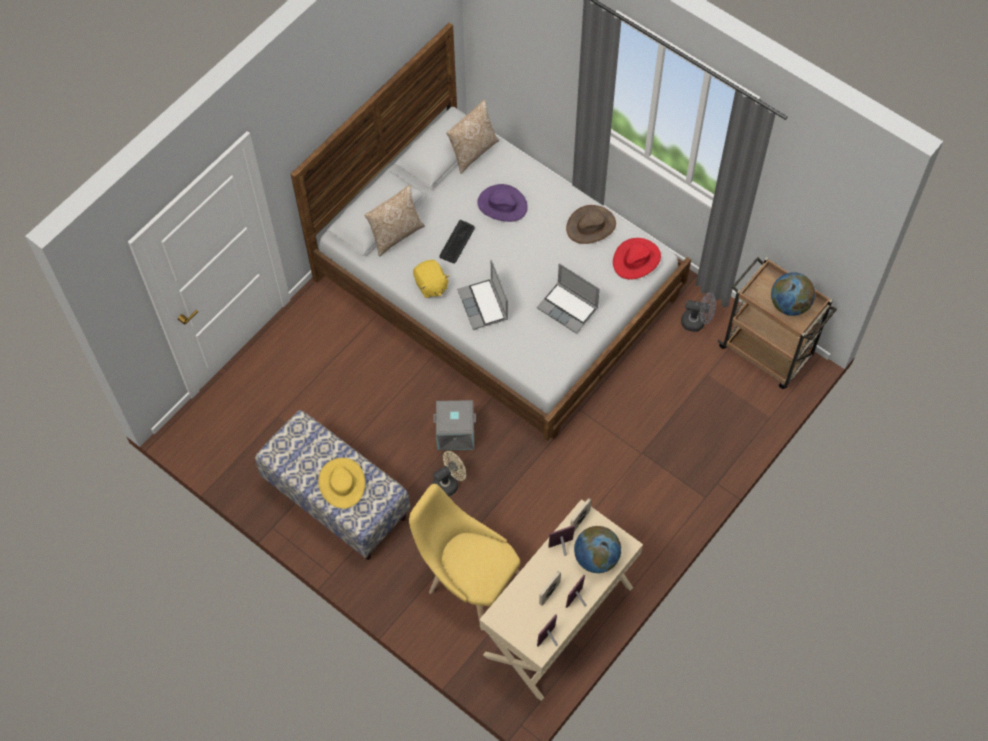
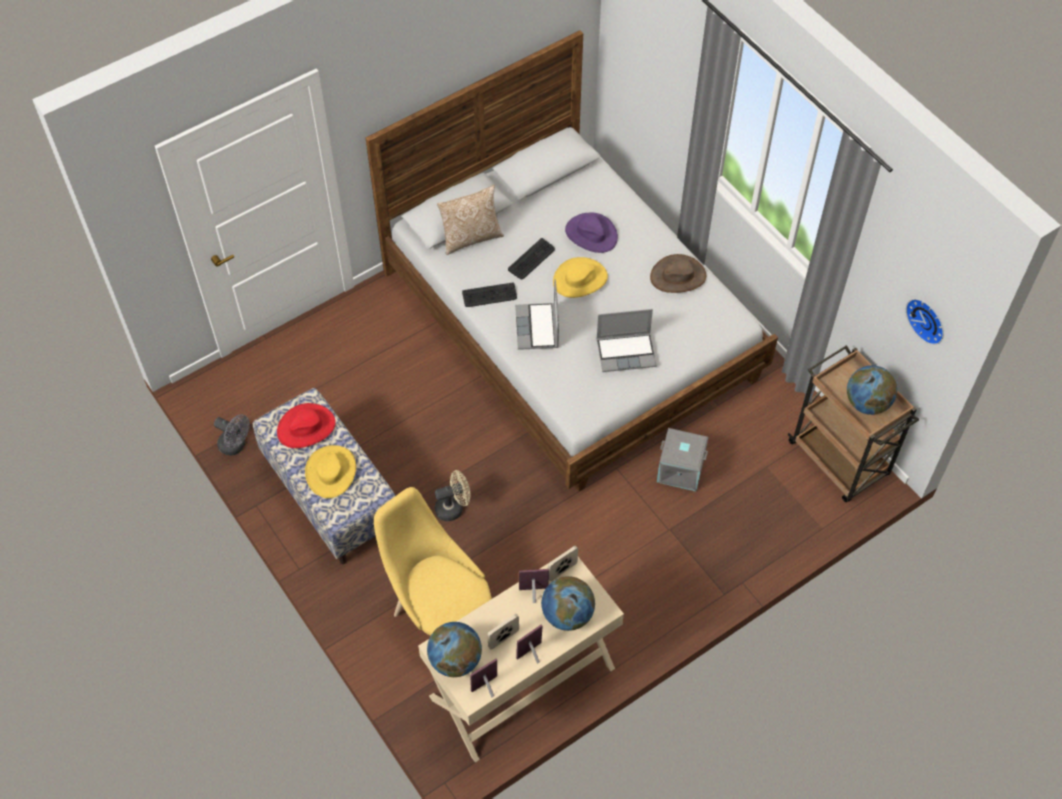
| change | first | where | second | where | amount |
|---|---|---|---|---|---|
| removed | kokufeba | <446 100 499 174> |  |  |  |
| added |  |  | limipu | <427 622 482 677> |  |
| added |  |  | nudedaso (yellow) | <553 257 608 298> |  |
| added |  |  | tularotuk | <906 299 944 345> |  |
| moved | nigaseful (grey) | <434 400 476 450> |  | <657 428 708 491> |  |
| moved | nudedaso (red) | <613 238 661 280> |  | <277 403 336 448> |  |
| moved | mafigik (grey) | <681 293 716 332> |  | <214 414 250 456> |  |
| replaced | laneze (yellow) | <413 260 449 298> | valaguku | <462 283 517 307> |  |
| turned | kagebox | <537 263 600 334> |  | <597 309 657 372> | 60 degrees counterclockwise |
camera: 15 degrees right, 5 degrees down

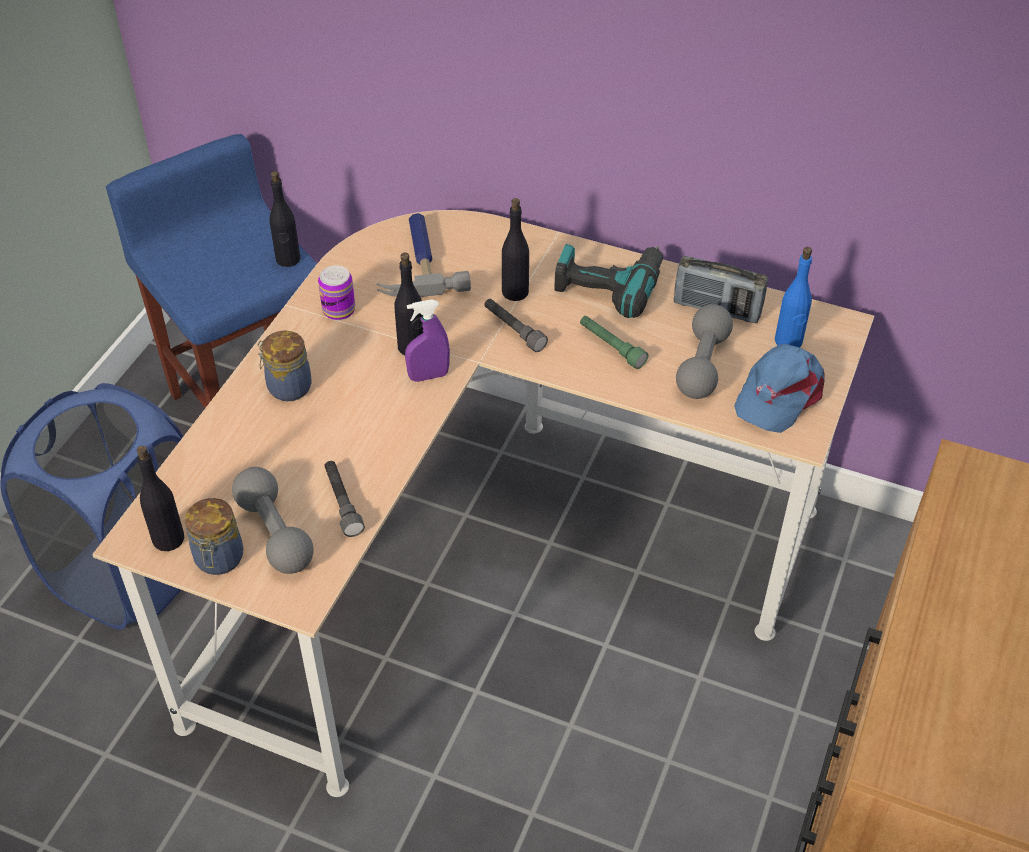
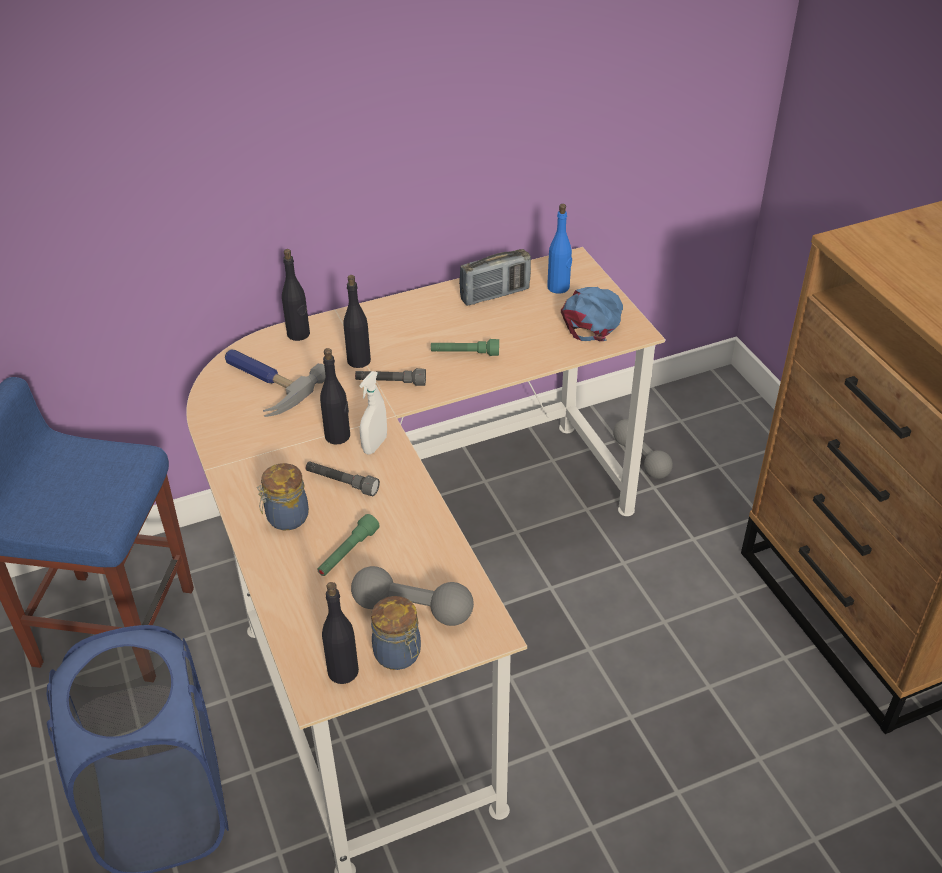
| change | first | where | second | where | amount |
|---|---|---|---|---|---|
| removed | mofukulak | <318 265 355 321> |  |  |  |
| removed | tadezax | <555 244 663 318> |  |  |  |
| added |  |  | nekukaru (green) | <317 514 379 576> |  |
| moved | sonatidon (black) | <269 171 300 267> |  | <282 249 310 341> |  |
| moved | nekukaru (grey) | <324 461 365 537> |  | <306 461 380 496> |  |
| moved | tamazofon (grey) | <676 304 733 399> |  | <613 419 673 479> |  |
| recoloured | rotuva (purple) | <405 299 450 382> | rotuva (white) | <359 371 387 455> |  |
| turned | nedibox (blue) | <734 344 825 433> |  | <561 287 623 341> | 150 degrees counterclockwise |
camera: 45 degrees left, 5 degrees down

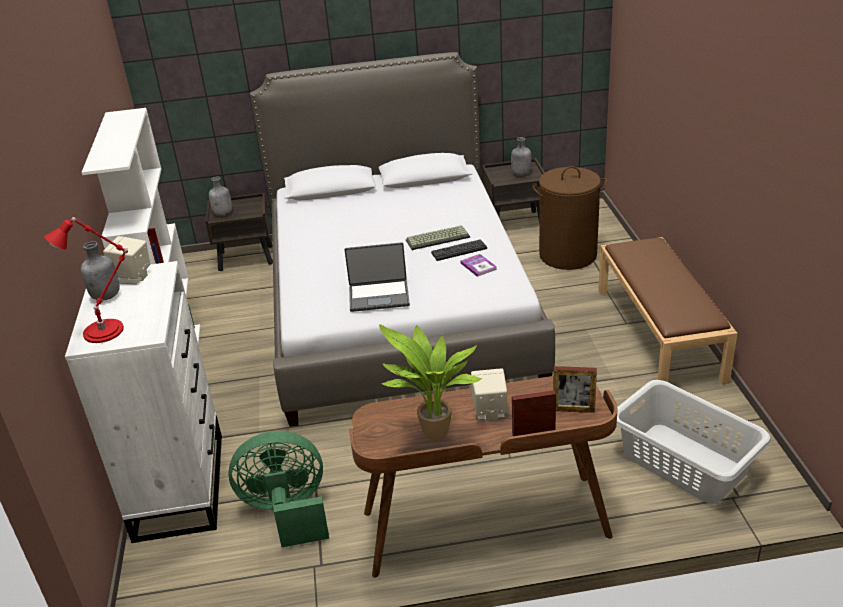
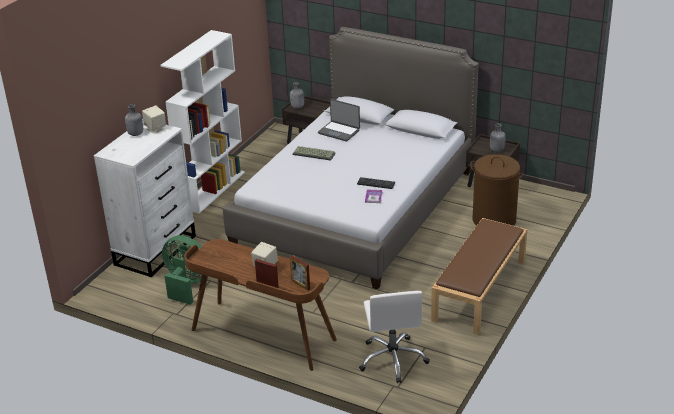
| change | first | where | second | where | amount |
|---|---|---|---|---|---|
| removed | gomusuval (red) | <44 217 128 343> |  |  |  |
| removed | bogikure | <379 324 482 441> |  |  |  |
| moved | kagebox | <344 242 410 312> |  | <318 99 360 142> |  |
| moved | valaguku | <406 225 470 250> |  | <293 146 336 160> |  |
| replaced | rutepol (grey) | <617 380 771 504> | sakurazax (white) | <359 291 430 383> |  |
camera: 35 degrees right, 0 degrees up

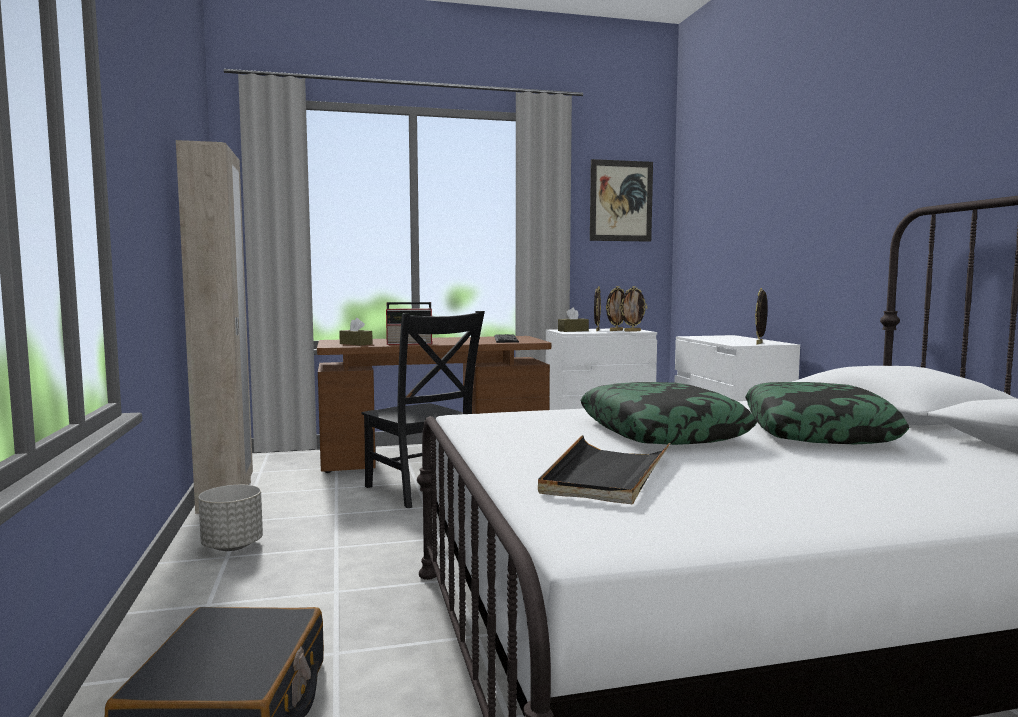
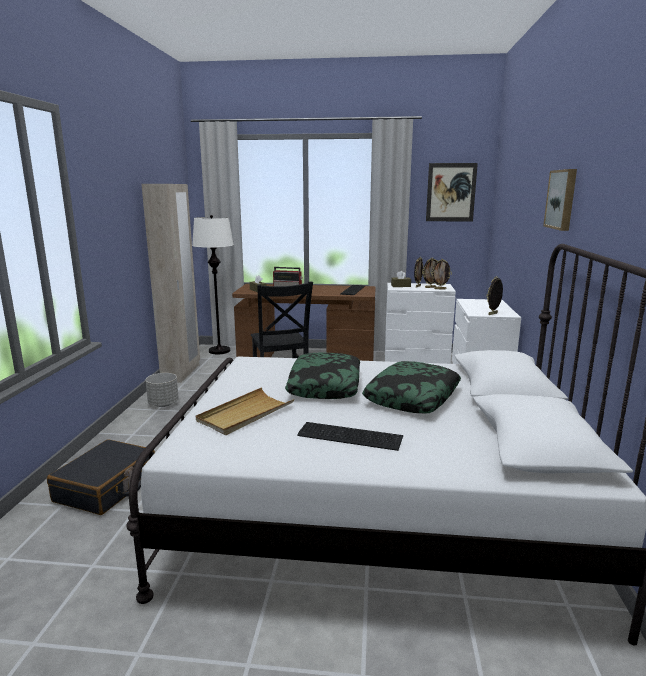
| change | first | where | second | where | amount |
|---|---|---|---|---|---|
| added |  |  | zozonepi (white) | <192 215 234 354> |  |
| added |  |  | valaguku | <297 422 403 451> |  |
| added |  |  | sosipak | <543 169 577 231> |  |
| recoloured | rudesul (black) | <538 435 670 504> | rudesul (beige) | <196 387 294 435> |  |
camera: 20 degrees right, 10 degrees up

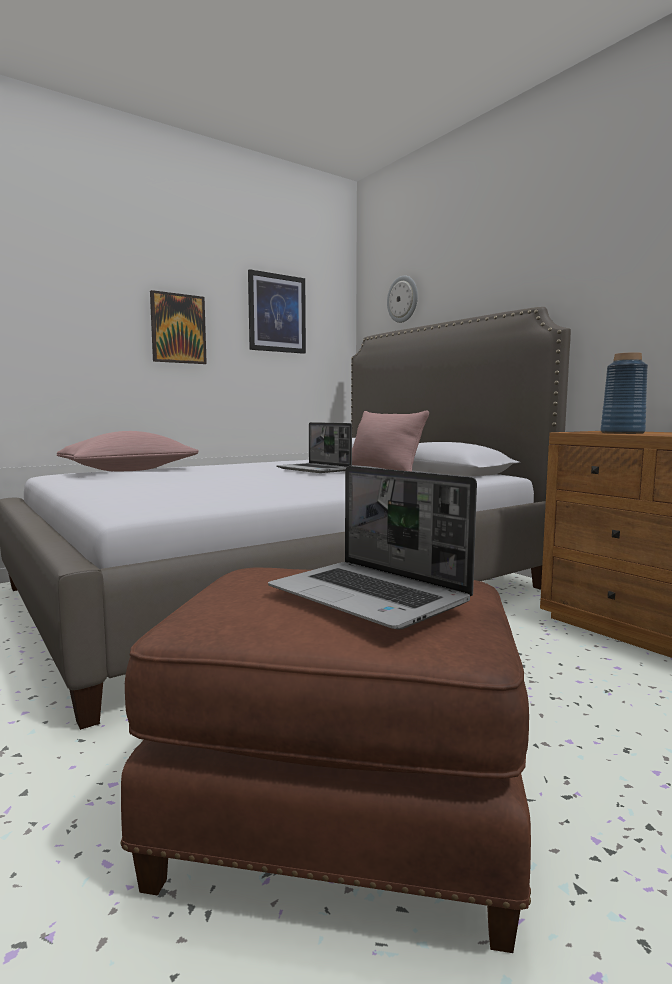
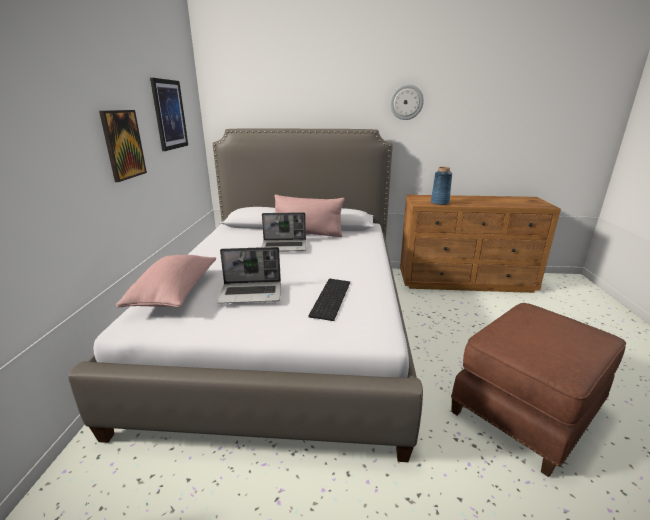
| change | first | where | second | where | amount |
|---|---|---|---|---|---|
| added |  |  | valaguku | <308 279 350 321> |  |
| moved | kagebox | <268 466 477 630> |  | <217 247 281 304> |  |
| moved | tularotuk | <387 275 418 323> |  | <390 84 424 120> |  |
camera: 50 degrees left, 15 degrees up

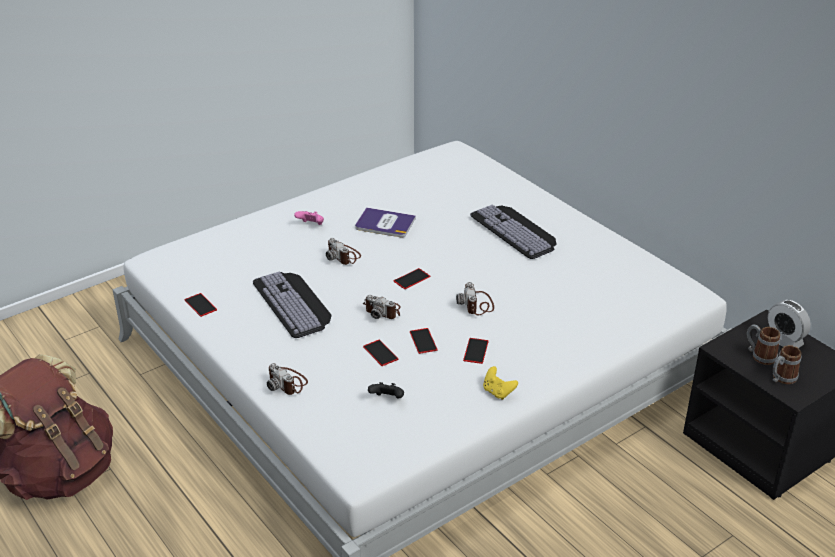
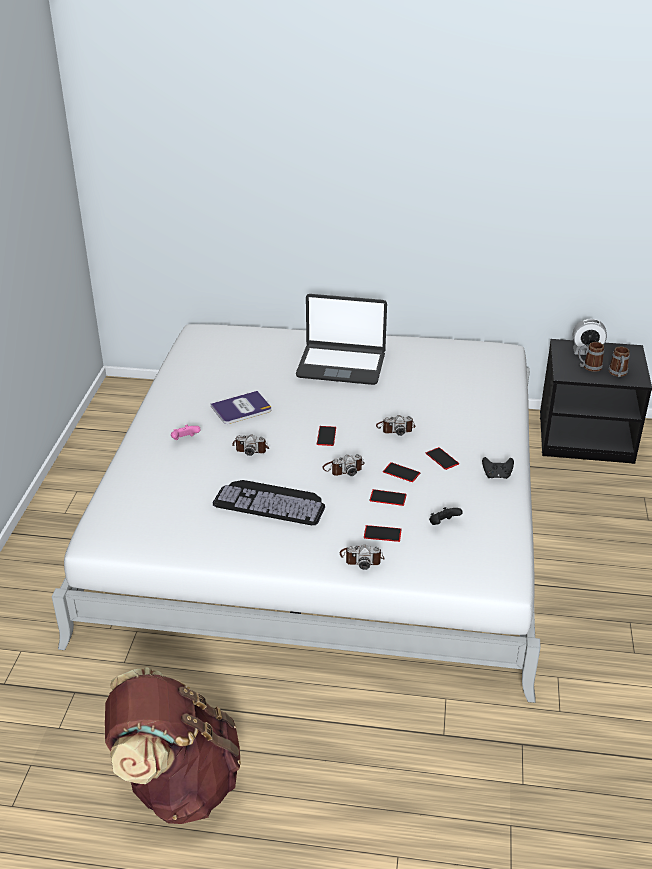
| change | first | where | second | where | amount |
|---|---|---|---|---|---|
| moved | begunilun | <185 293 217 317> |  | <364 525 402 542> |  |
| replaced | valaguku | <470 205 556 259> | kagebox | <296 294 387 385> |  |
| recoloured | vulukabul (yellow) | <483 366 518 400> | vulukabul (black) | <482 457 514 479> |  |
| turned | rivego | <456 282 494 315> |  | <376 415 415 436> | 45 degrees counterclockwise |
camera: 45 degrees left, 0 degrees up

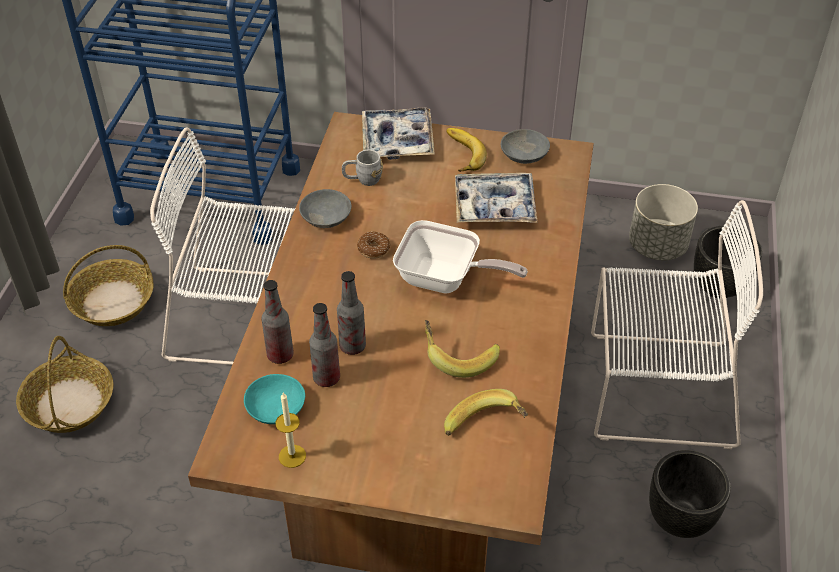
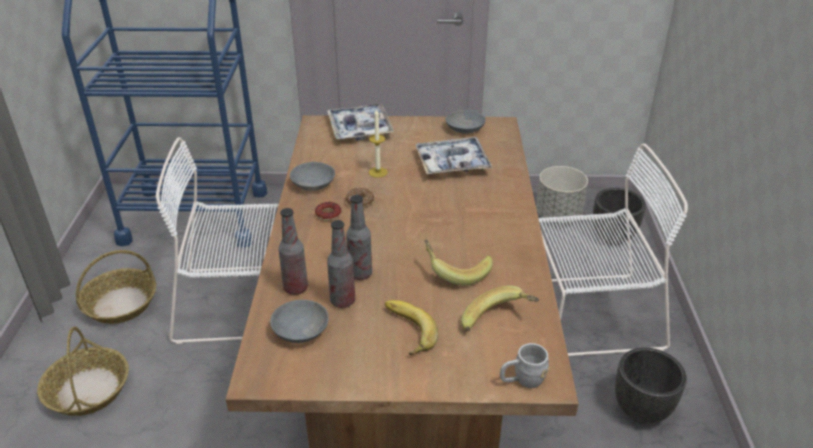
| change | first | where | second | where | amount |
|---|---|---|---|---|---|
| removed | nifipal | <393 220 528 294> |  |  |  |
| added |  |  | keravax | <315 202 341 221> |  |
| moved | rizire | <275 393 306 468> |  | <369 109 388 178> |  |
| moved | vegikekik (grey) | <342 150 383 186> |  | <500 343 549 388> |  |
| moved | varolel | <446 128 487 172> |  | <385 300 438 355> |  |
| recoloured | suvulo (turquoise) | <244 374 305 424> | suvulo (grey) | <270 300 329 343> |  |
camera: 10 degrees left, 10 degrees down

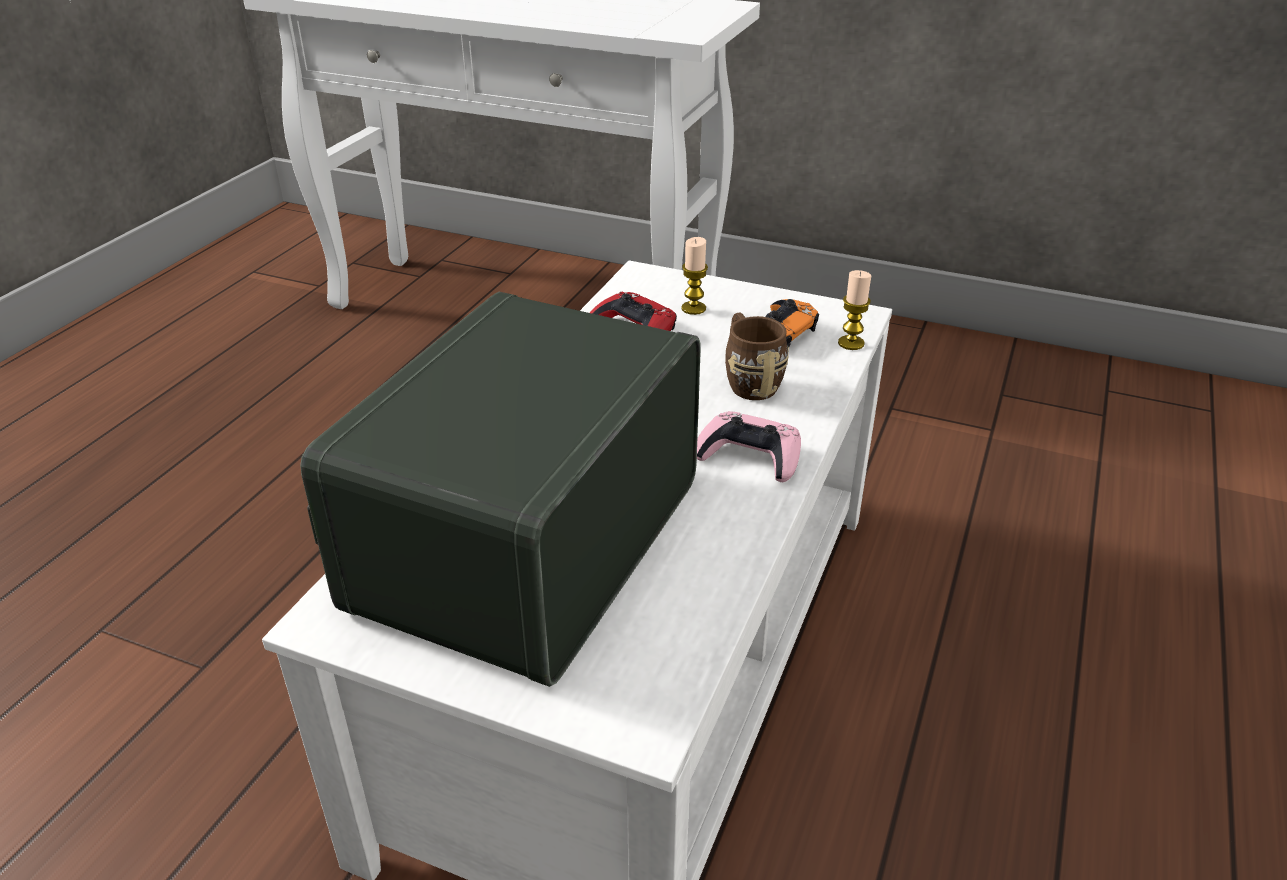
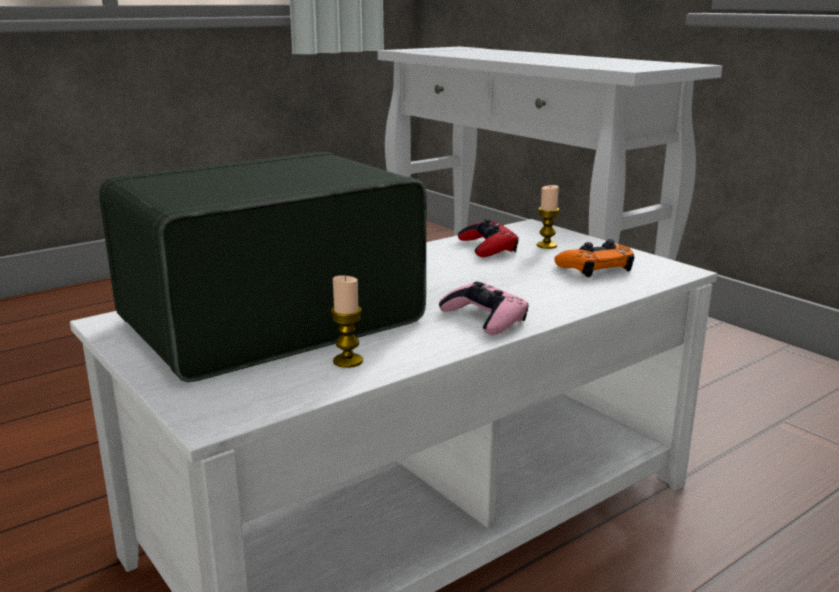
| change | first | where | second | where | amount |
|---|---|---|---|---|---|
| removed | vegikekik (brown) | <725 312 789 400> |  |  |  |
| moved | rizire | <838 270 871 350> |  | <331 275 363 368> |  |
camera: 30 degrees right, 15 degrees down

